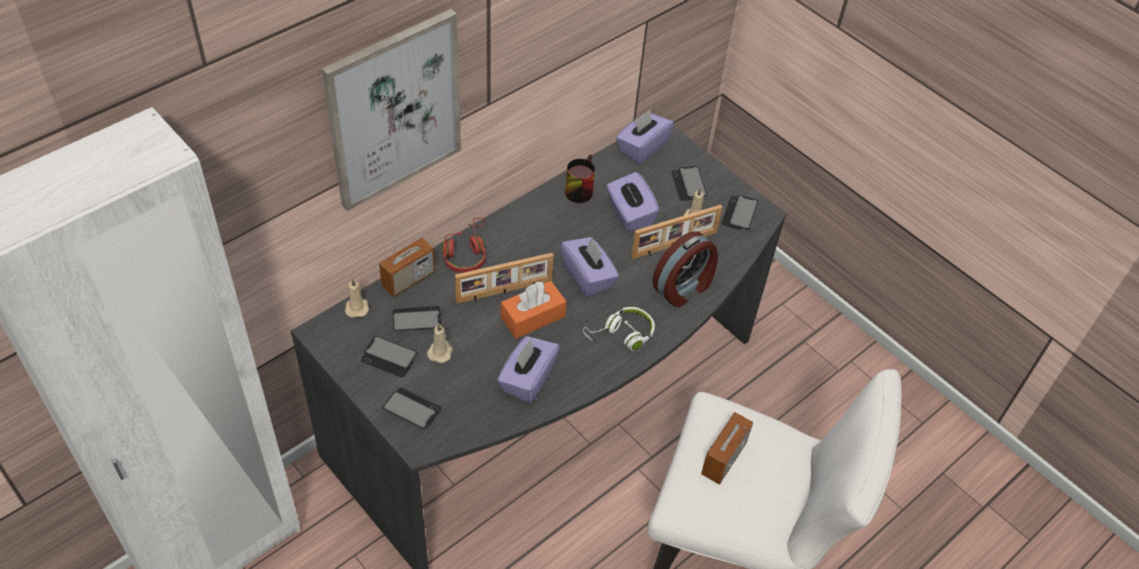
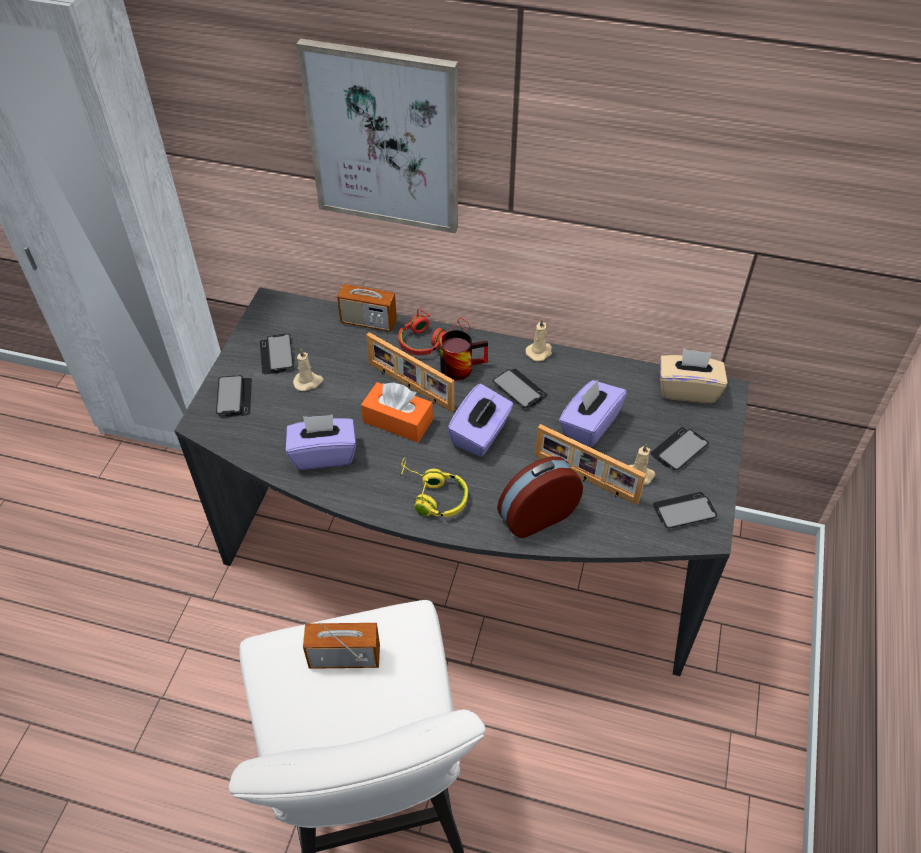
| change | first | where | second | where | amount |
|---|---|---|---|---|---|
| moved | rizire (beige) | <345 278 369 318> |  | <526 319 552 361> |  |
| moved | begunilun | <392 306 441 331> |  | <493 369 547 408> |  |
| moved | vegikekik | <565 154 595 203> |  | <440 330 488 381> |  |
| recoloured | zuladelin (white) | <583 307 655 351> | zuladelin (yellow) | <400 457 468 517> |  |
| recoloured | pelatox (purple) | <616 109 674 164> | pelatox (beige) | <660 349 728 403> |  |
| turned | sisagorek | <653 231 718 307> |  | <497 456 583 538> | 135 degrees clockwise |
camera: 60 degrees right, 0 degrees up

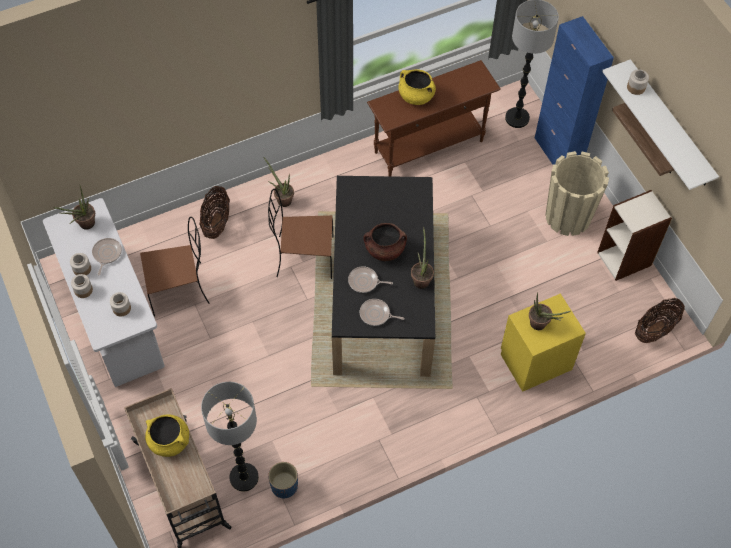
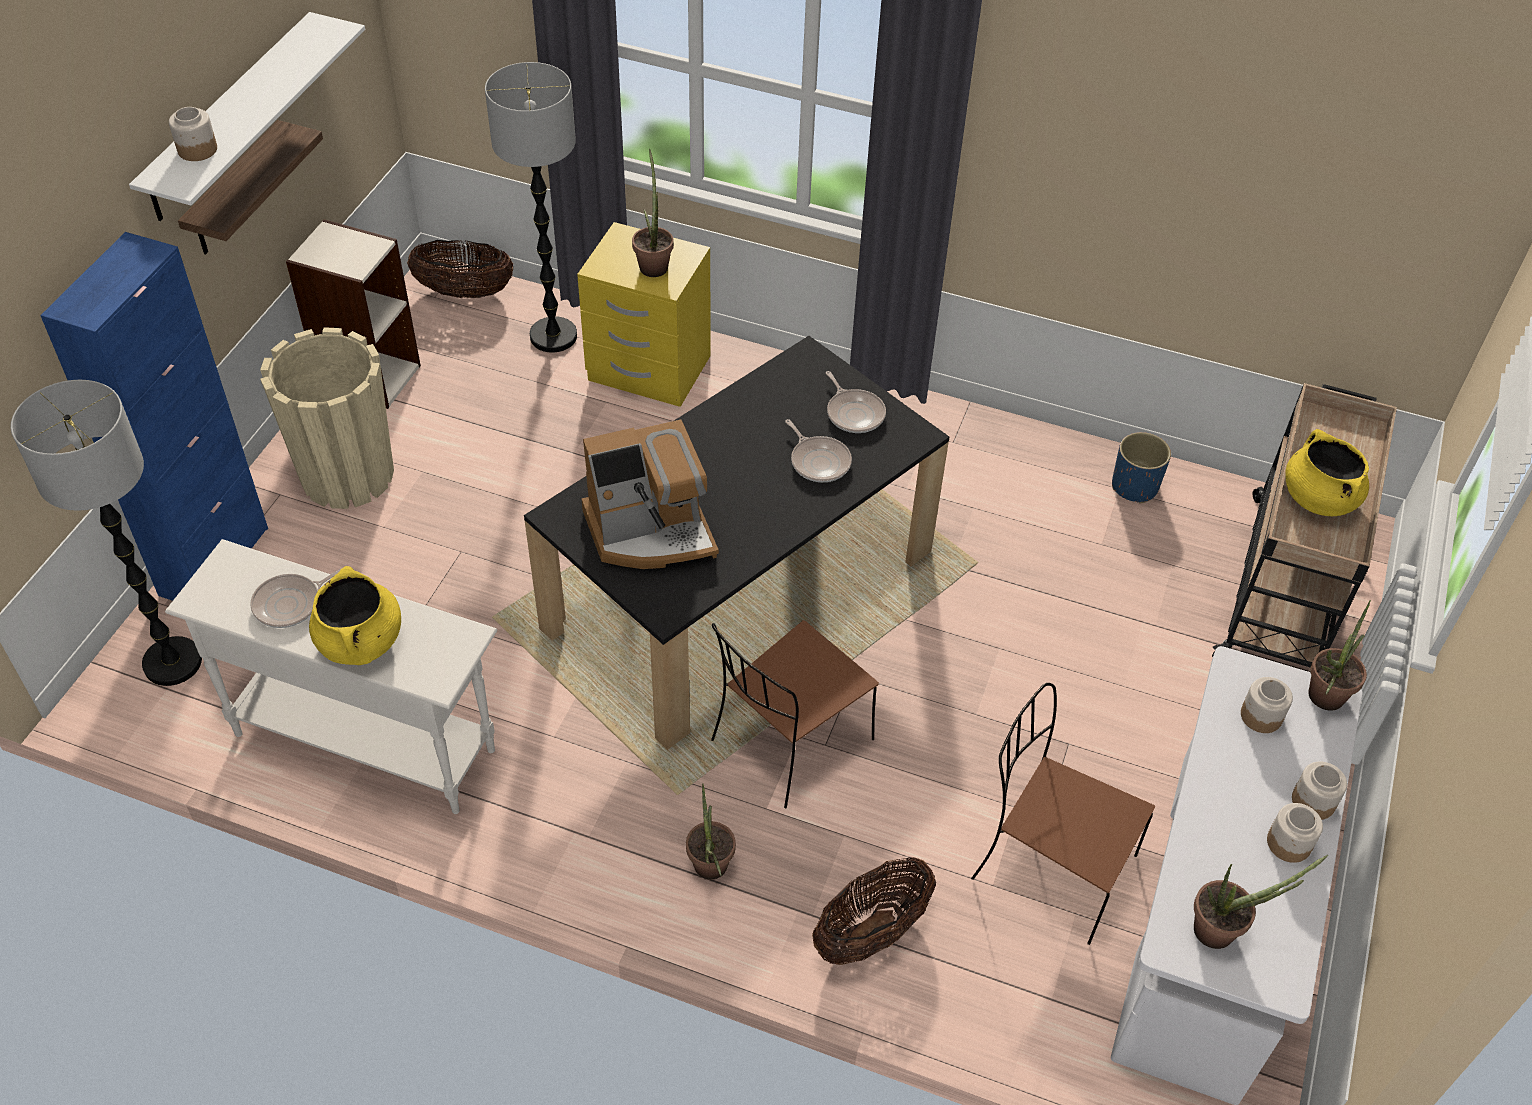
| change | first | where | second | where | amount |
|---|---|---|---|---|---|
| removed | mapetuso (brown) | <364 223 407 261> |  |  |  |
| added |  |  | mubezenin | <582 420 719 569> |  |
| moved | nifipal | <92 238 122 275> |  | <250 568 342 628> |  |
| moved | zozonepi | <201 382 259 492> |  | <485 62 577 352> |  |
| moved | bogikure | <411 226 434 289> |  | <1308 600 1371 710> |  |
| recoloured | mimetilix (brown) | <367 60 501 176> | mimetilix (white) | <165 539 497 814> |  |
| turned | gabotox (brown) | <268 189 333 279> |  | <711 620 879 808> | 90 degrees clockwise |
camera: 135 degrees left, 10 degrees down

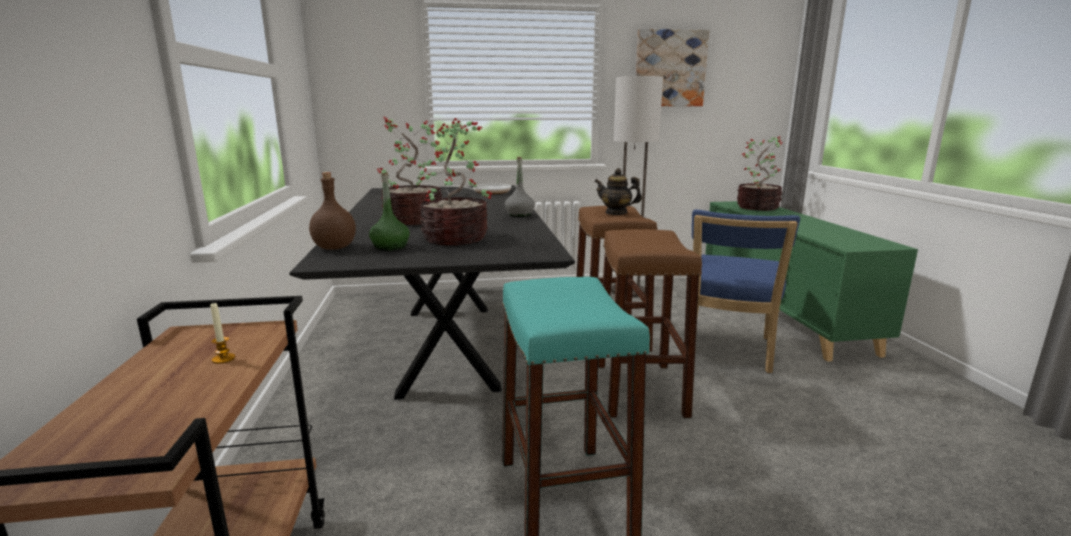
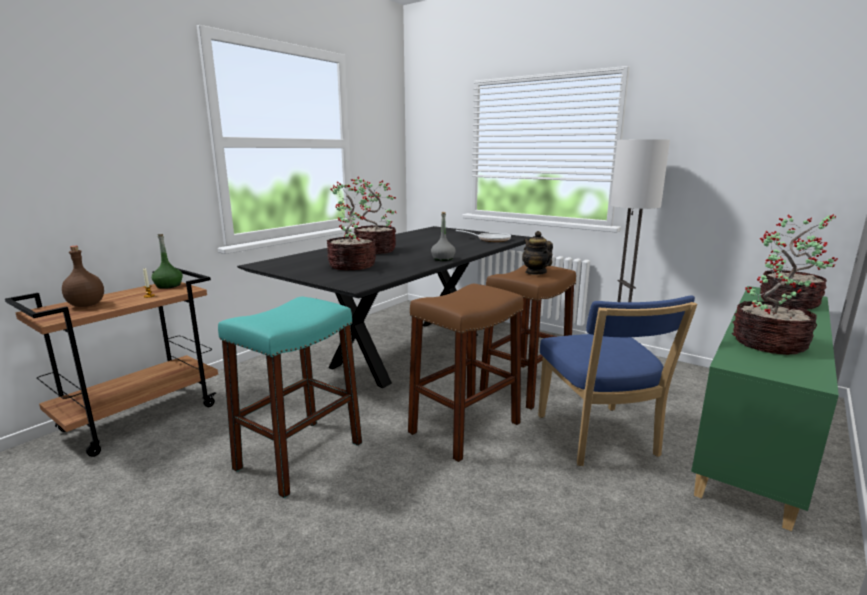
| change | first | where | second | where | amount |
|---|---|---|---|---|---|
| removed | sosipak | <636 29 709 106> |  |  |  |
| added |  |  | bogikure | <732 230 830 355> |  |
| moved | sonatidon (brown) | <309 172 356 250> |  | <62 246 104 307> |  |
| moved | sonatidon (green) | <369 172 410 251> |  | <152 234 183 289> |  |
| turned | gabotox (blue) | <692 209 800 373> |  | <538 296 697 466> | 75 degrees counterclockwise |
camera: 45 degrees right, 0 degrees up

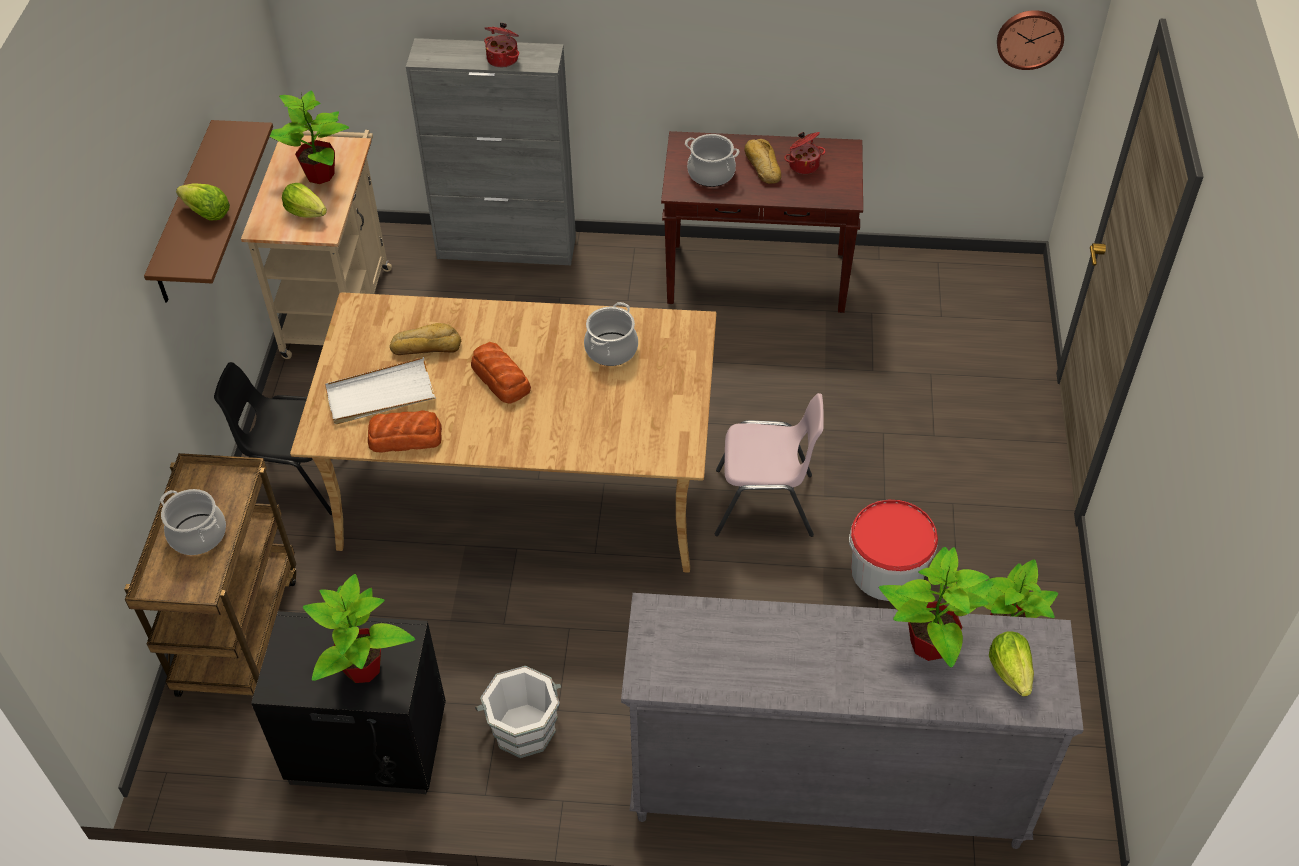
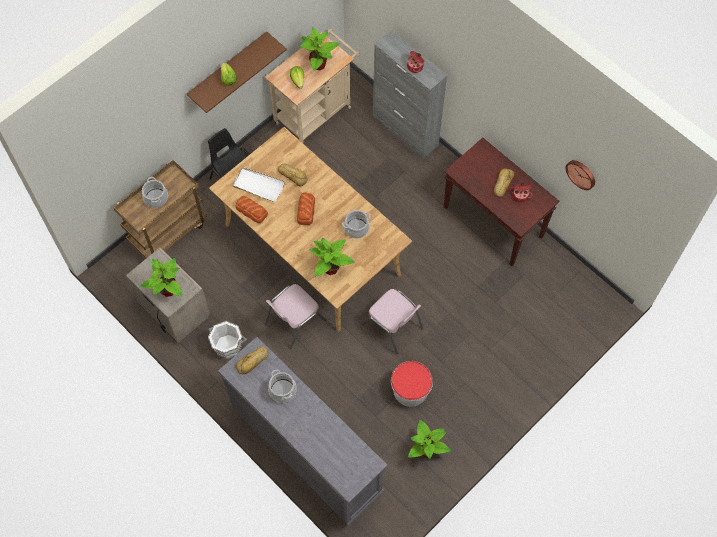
| change | first | where | second | where | amount |
|---|---|---|---|---|---|
| removed | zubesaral | <989 631 1034 697> |  |  |  |
| added |  |  | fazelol | <236 347 268 374> |  |
| added |  |  | gabotox (pink) | <265 284 326 349> |  |
| moved | mapetuso | <685 134 740 187> |  | <268 369 297 403> |  |
| moved | bogikure | <879 547 994 668> |  | <310 238 355 277> |  |
| moved | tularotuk | <997 10 1064 70> |  | <566 160 595 190> |  |
| recoloured | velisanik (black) | <251 611 446 794> | velisanik (beige) | <126 247 210 343> |  |
camera: 40 degrees right, 15 degrees up

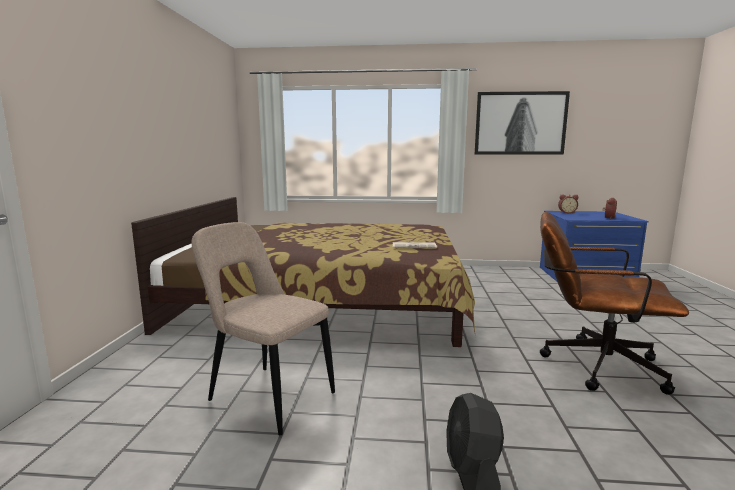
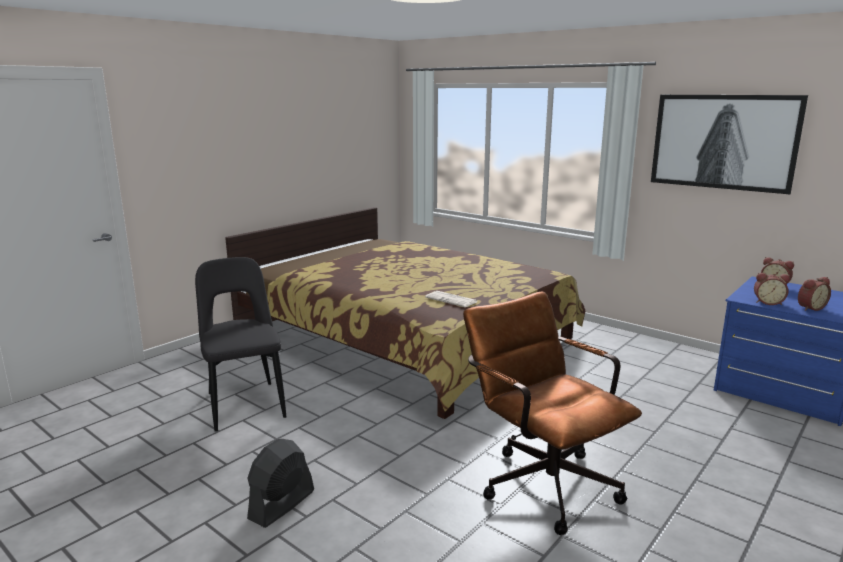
| change | first | where | second | where | amount |
|---|---|---|---|---|---|
| added |  |  | sisagorek | <754 273 790 305> |  |
| recoloured | gabotox (beige) | <191 222 335 435> | gabotox (black) | <195 257 286 432> |  |
camera: 35 degrees right, 5 degrees up

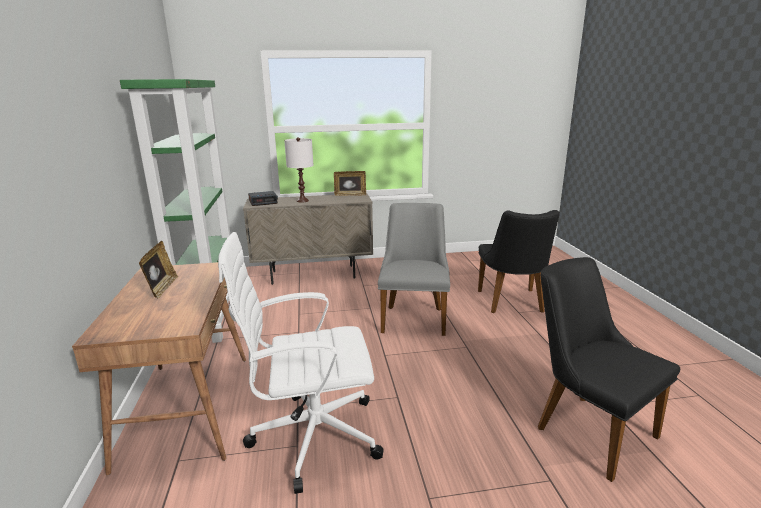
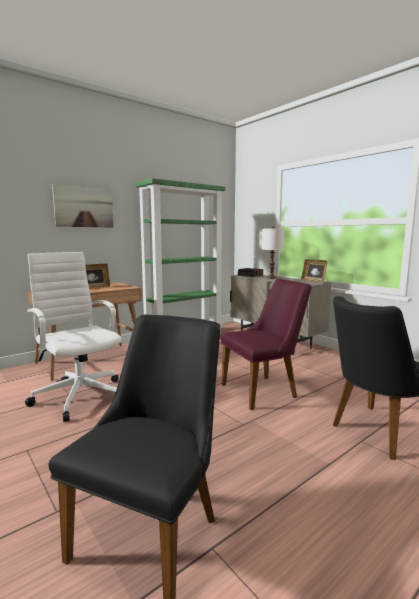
| change | first | where | second | where | amount |
|---|---|---|---|---|---|
| added |  |  | sosipak | <52 184 114 227> |  |
| recoloured | gabotox (grey) | <378 203 450 336> | gabotox (purple) | <220 279 312 410> |  |
camera: 60 degrees right, 10 degrees down

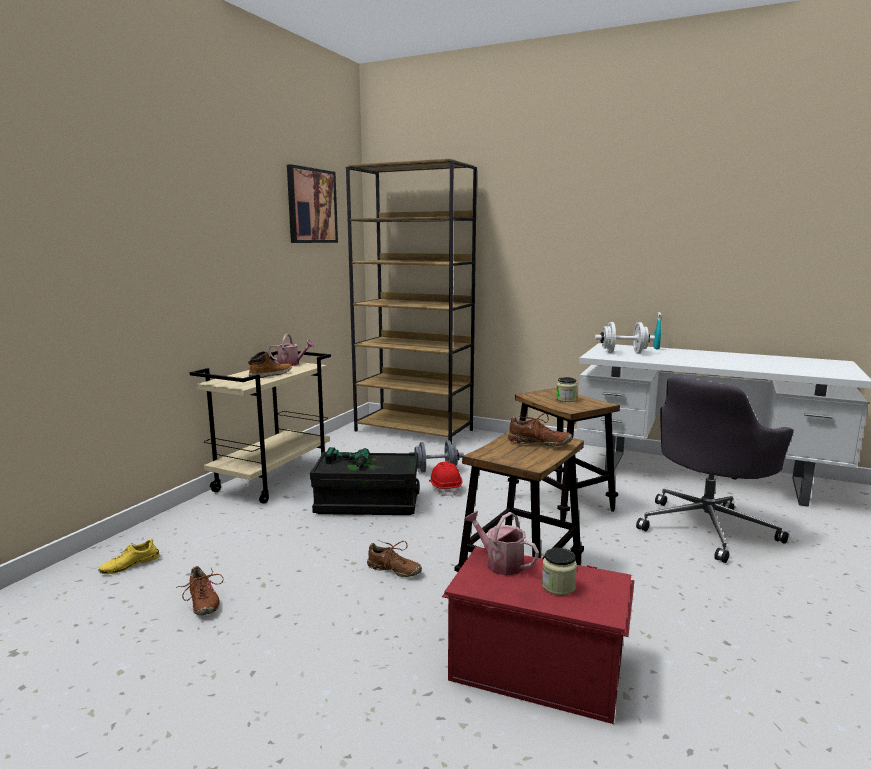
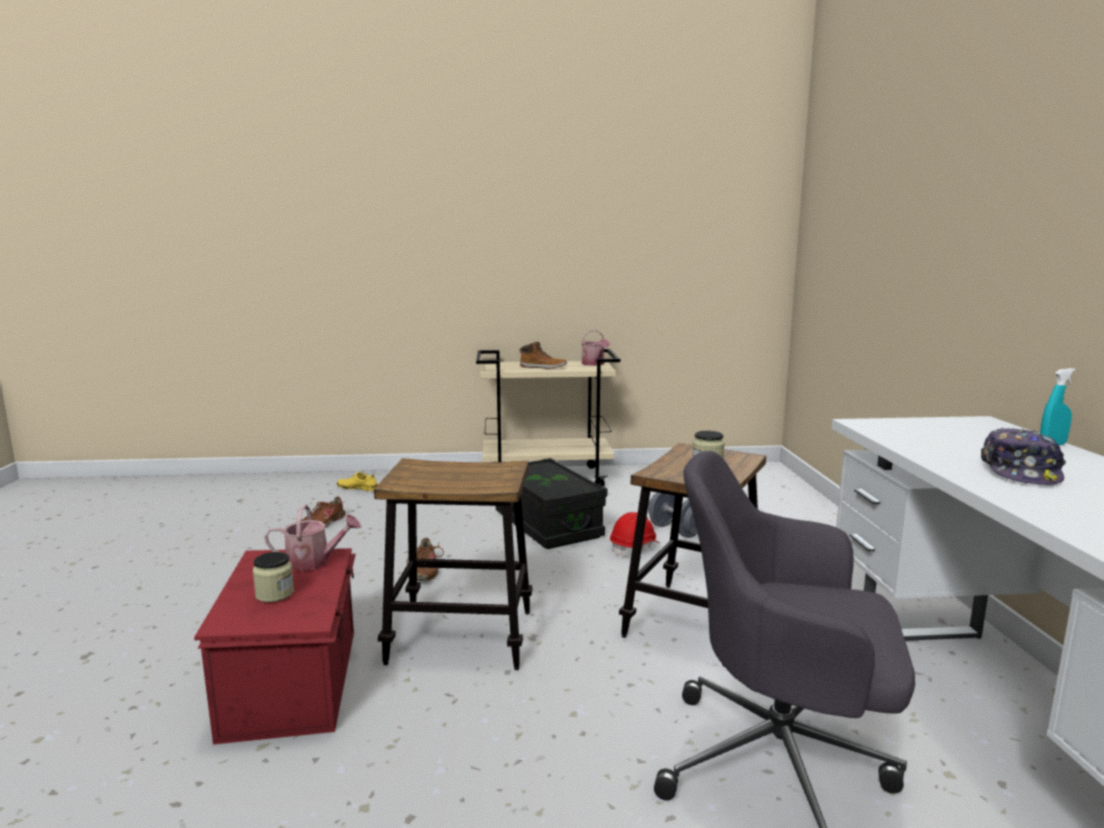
| change | first | where | second | where | amount |
|---|---|---|---|---|---|
| removed | sosipak | <287 164 338 243> |  |  |  |
| removed | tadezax | <325 447 370 469> |  |  |  |
| removed | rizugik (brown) | <346 158 477 445> |  |  |  |
| removed | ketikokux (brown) | <508 413 573 447> |  |  |  |
| removed | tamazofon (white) | <595 322 655 353> |  |  |  |
| added |  |  | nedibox | <981 428 1066 485> |  |
| turned | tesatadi | <464 511 539 576> |  | <264 504 361 571> | 75 degrees clockwise |
camera: 60 degrees right, 0 degrees up

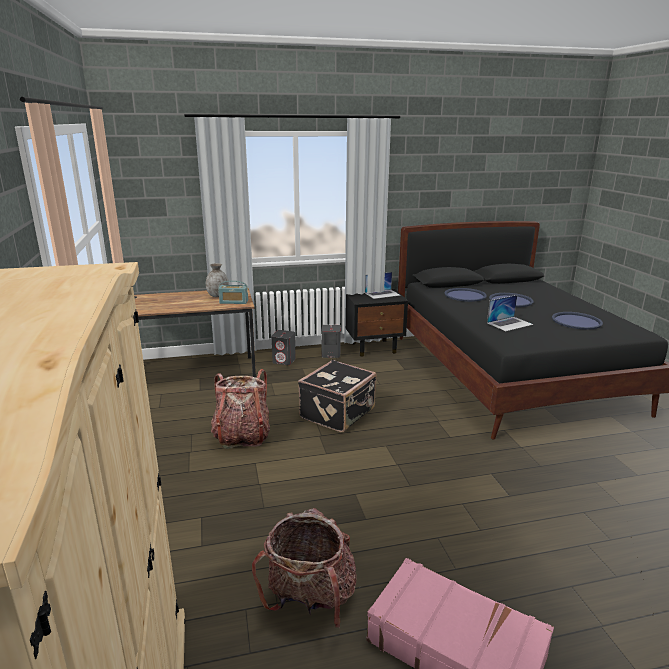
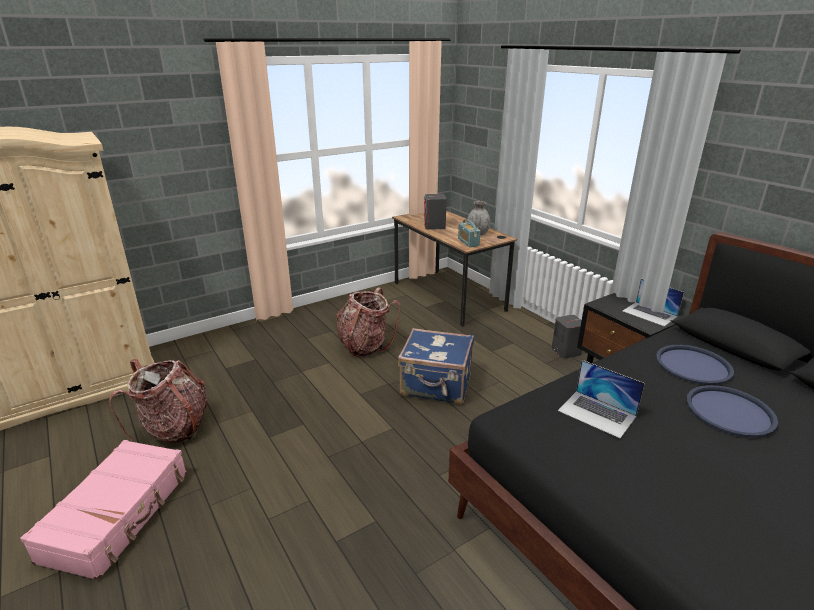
| change | first | where | second | where | amount |
|---|---|---|---|---|---|
| removed | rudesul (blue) | <552 312 603 330> |  |  |  |
| moved | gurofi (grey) | <272 330 296 365> |  | <424 194 447 230> |  |
| recoloured | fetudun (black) | <298 360 377 432> | fetudun (blue) | <398 328 474 404> |  |
camera: 70 degrees right, 5 degrees up

